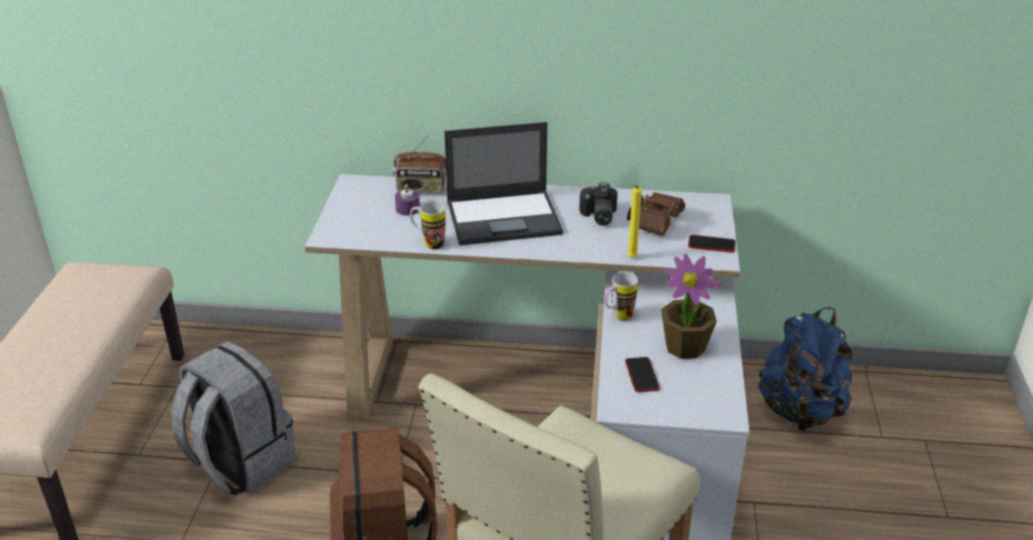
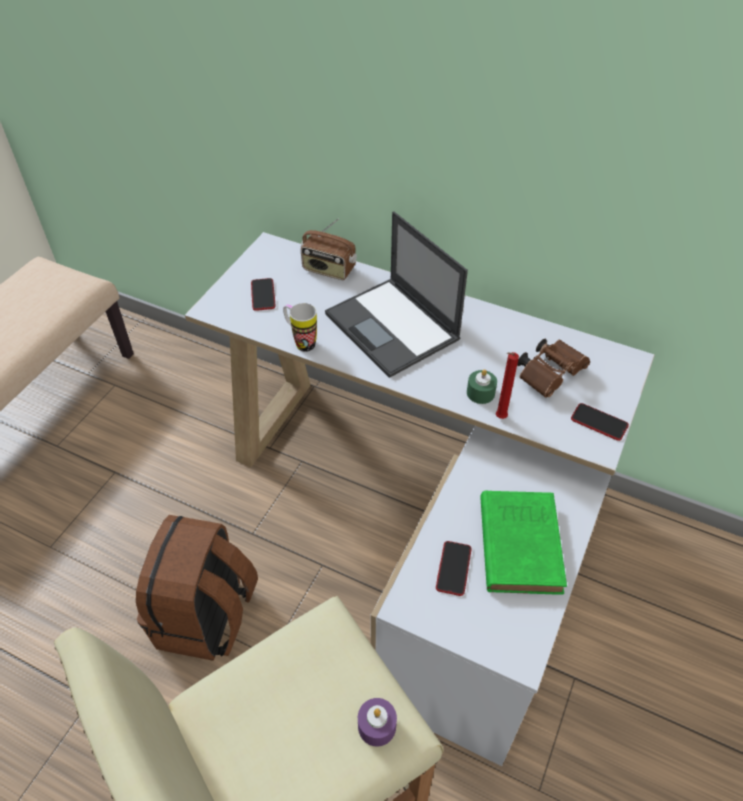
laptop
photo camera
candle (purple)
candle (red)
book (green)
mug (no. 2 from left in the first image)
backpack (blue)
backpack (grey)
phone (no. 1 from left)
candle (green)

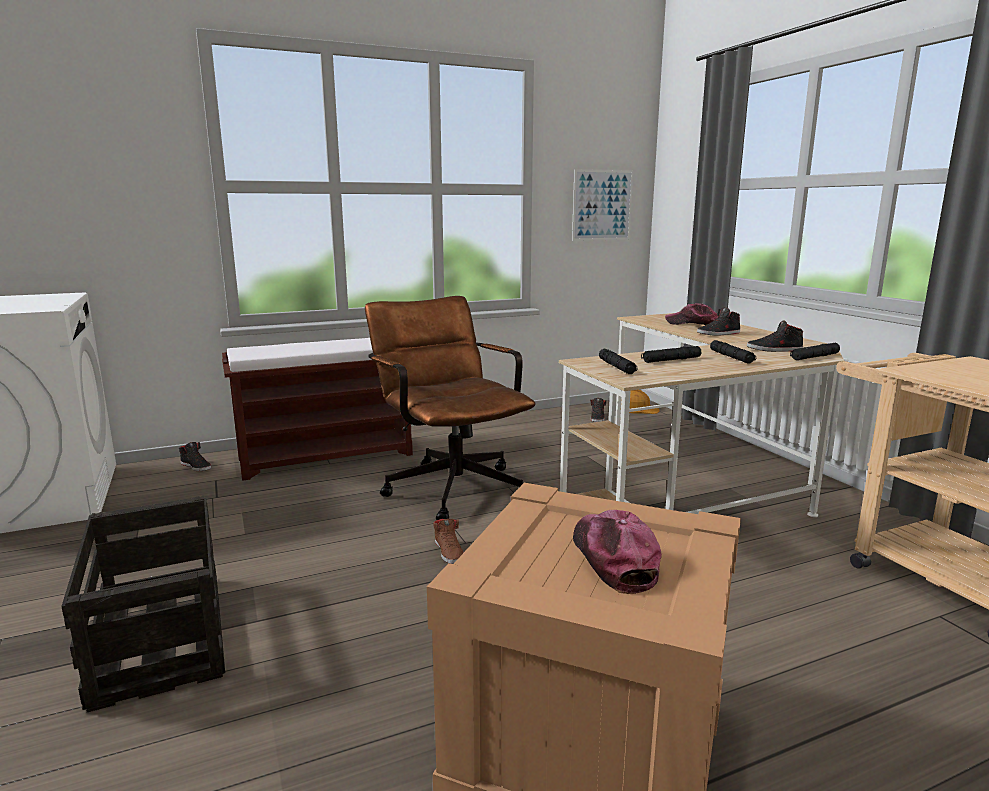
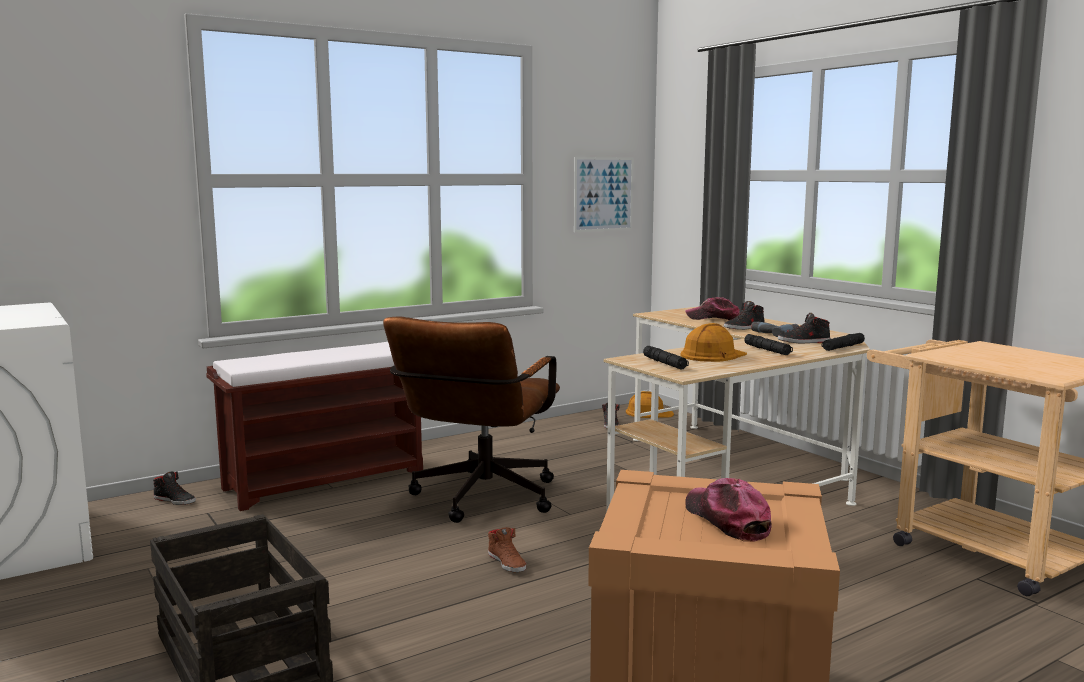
office chair (brown)
hard hat (orange) (no. 2 from left)
power drill

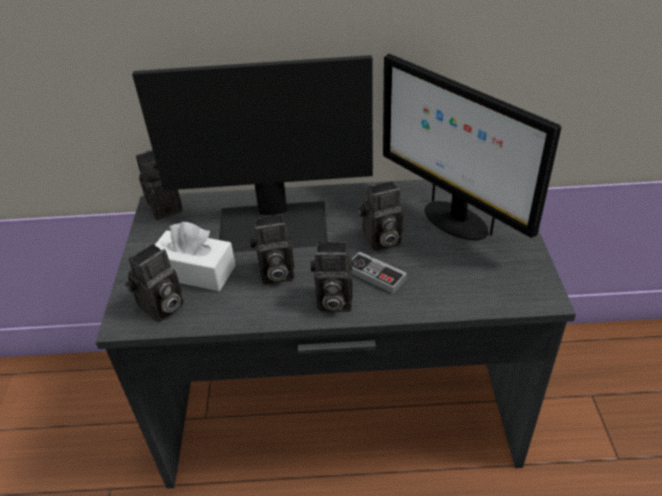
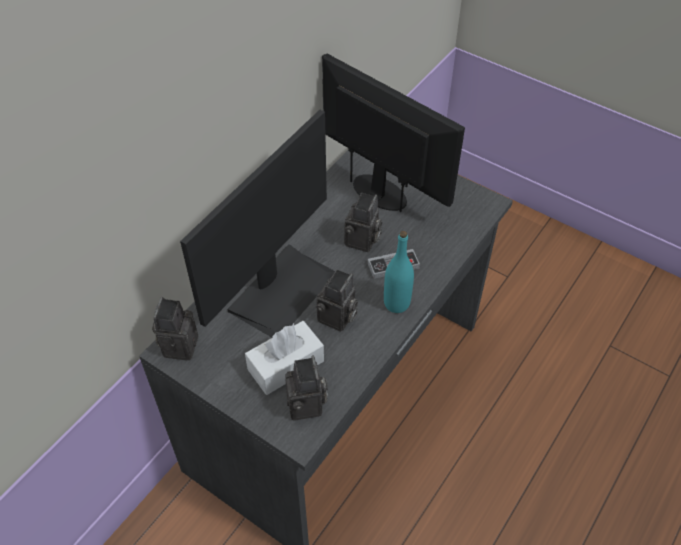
monitor (no. 2 from left)
bottle (turquoise)

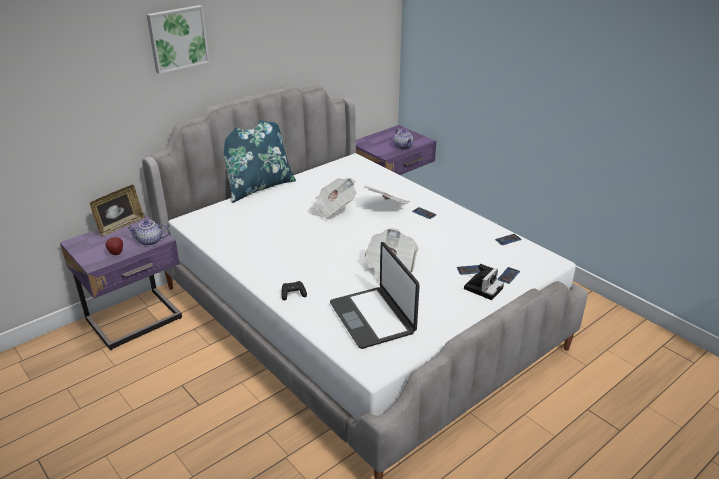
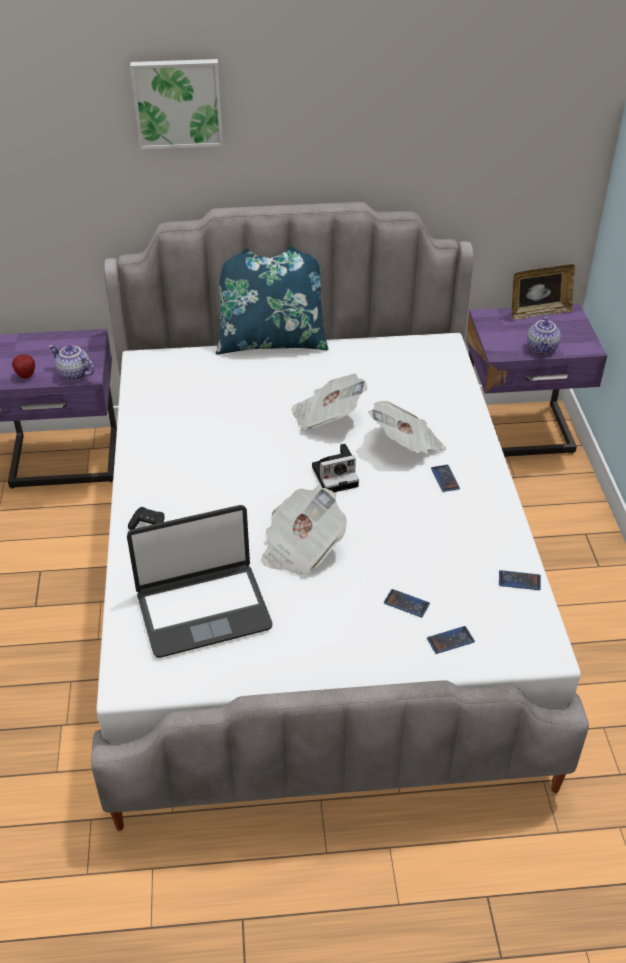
picture frame
laptop
photo camera

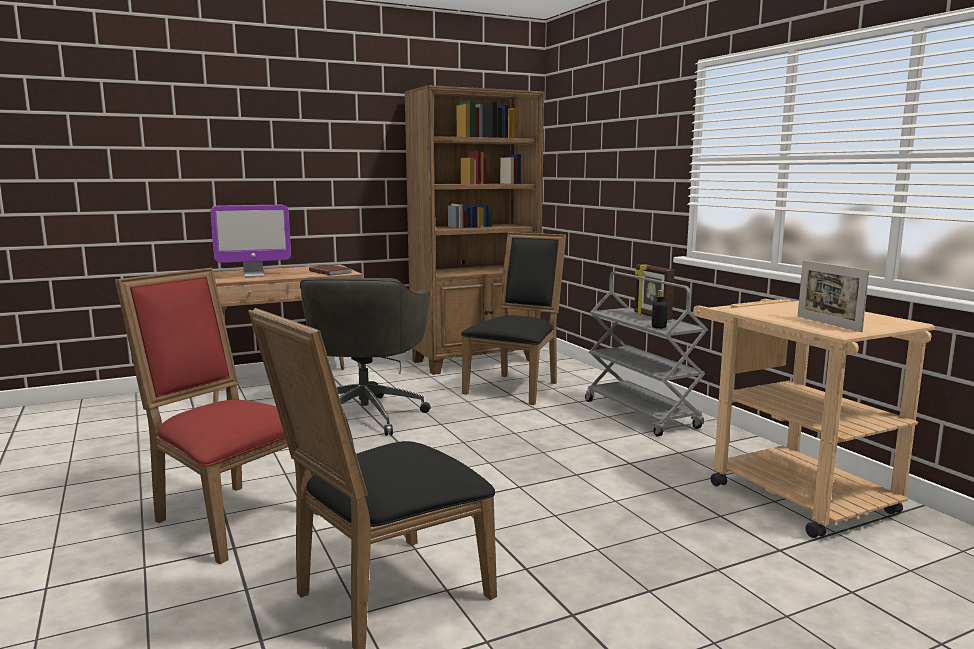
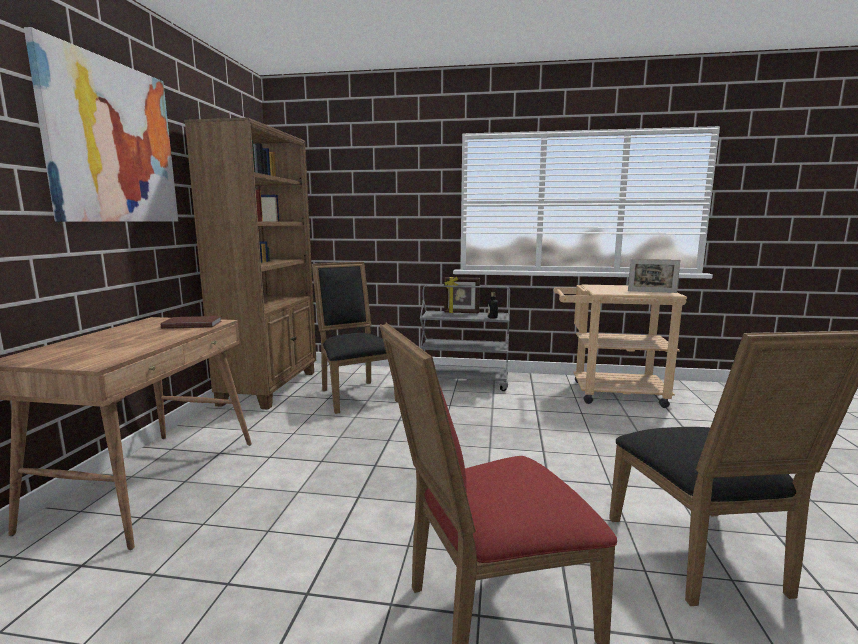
monitor
office chair (grey)
picture

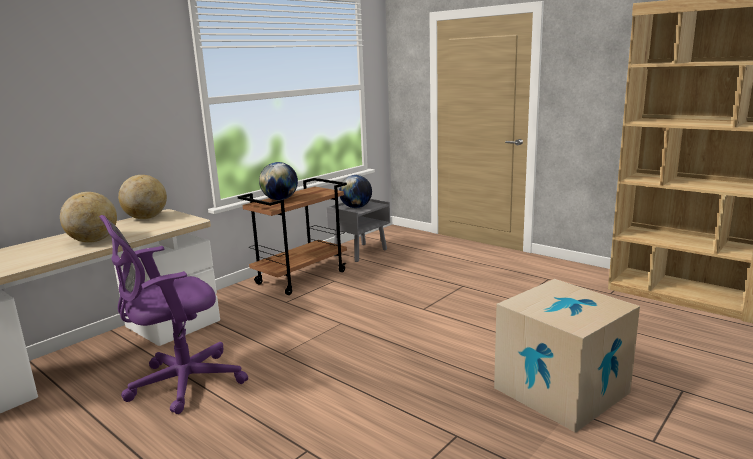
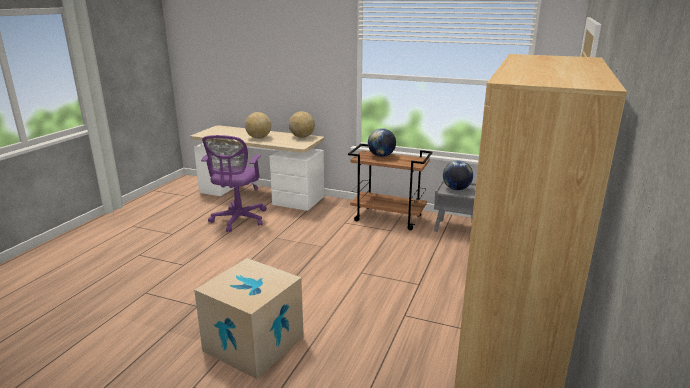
office chair (purple)

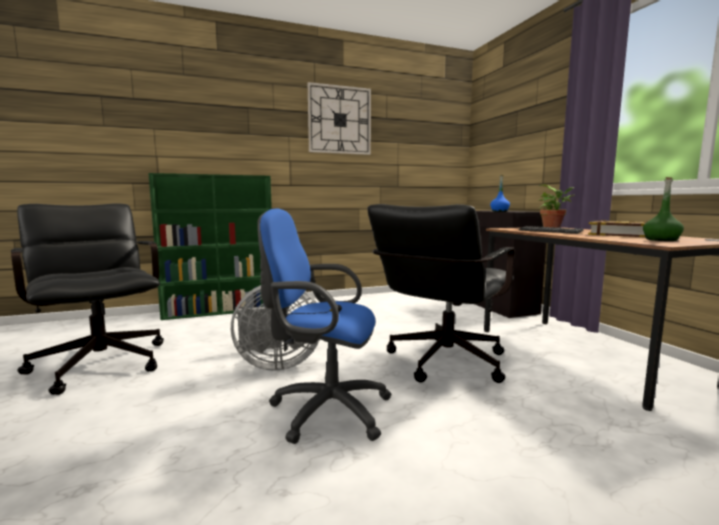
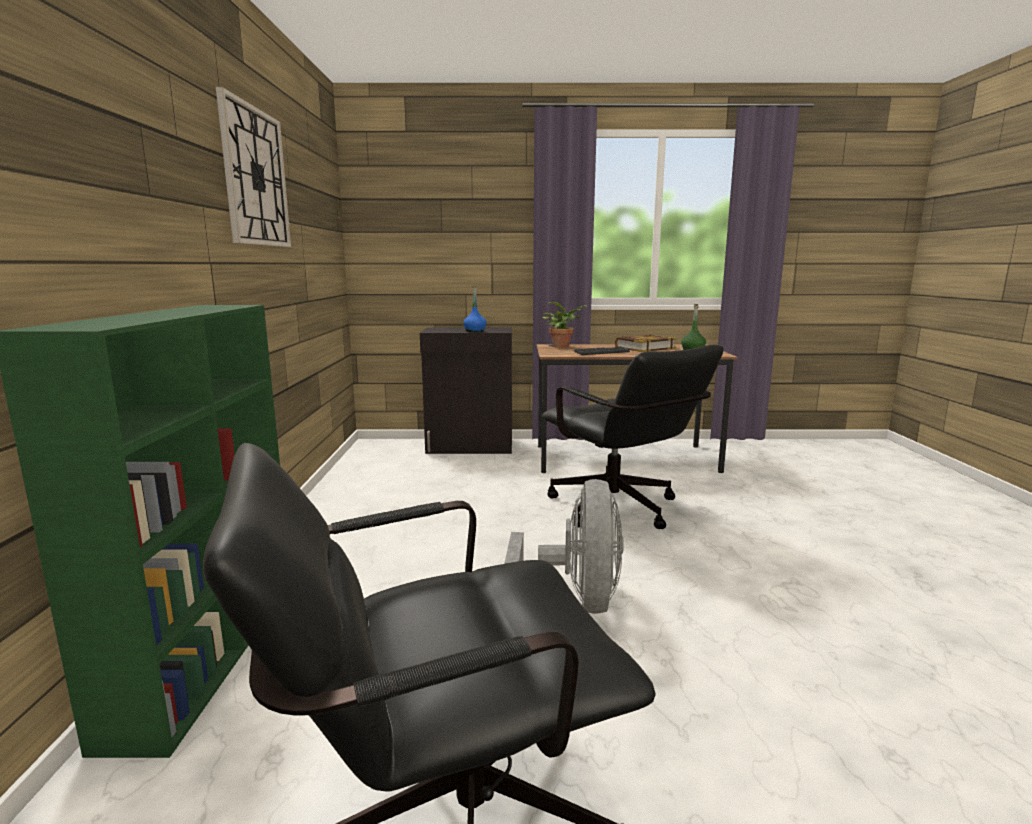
office chair (blue)

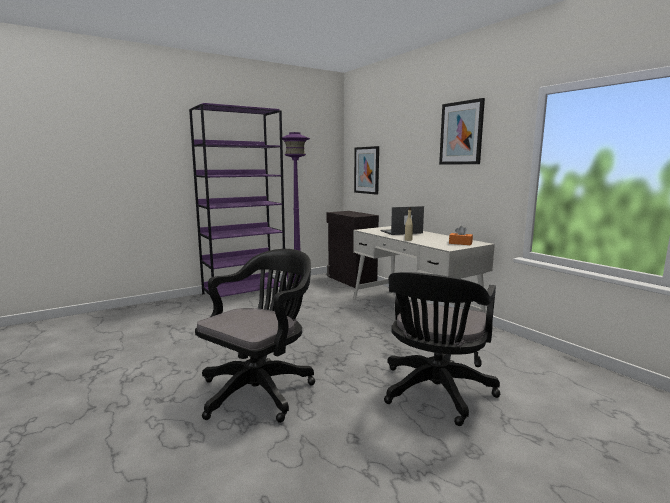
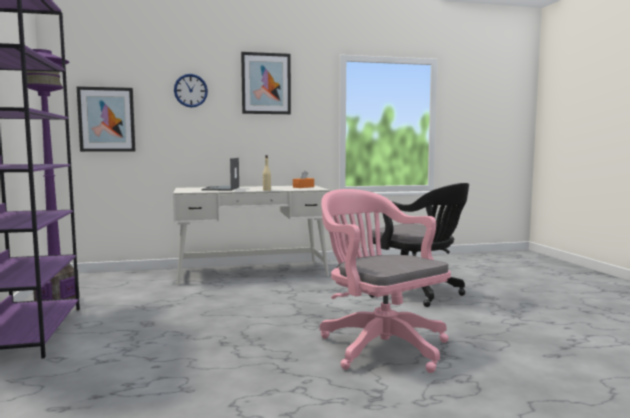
cabinet (black)
office chair (pink)
wall clock

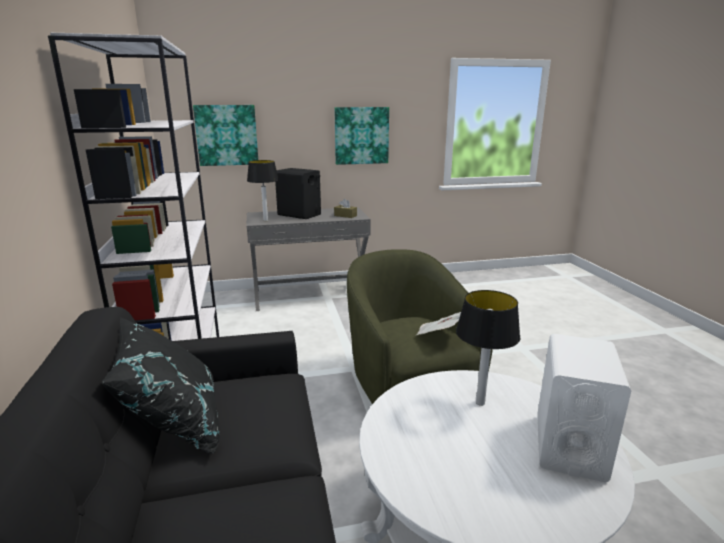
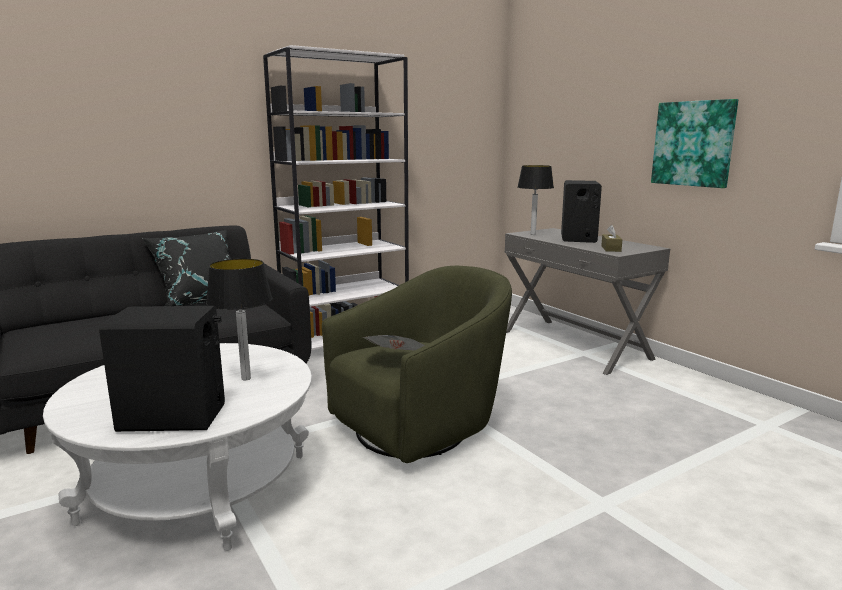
picture (no. 1 from left in the first image)
speaker (black) (no. 1 from left)

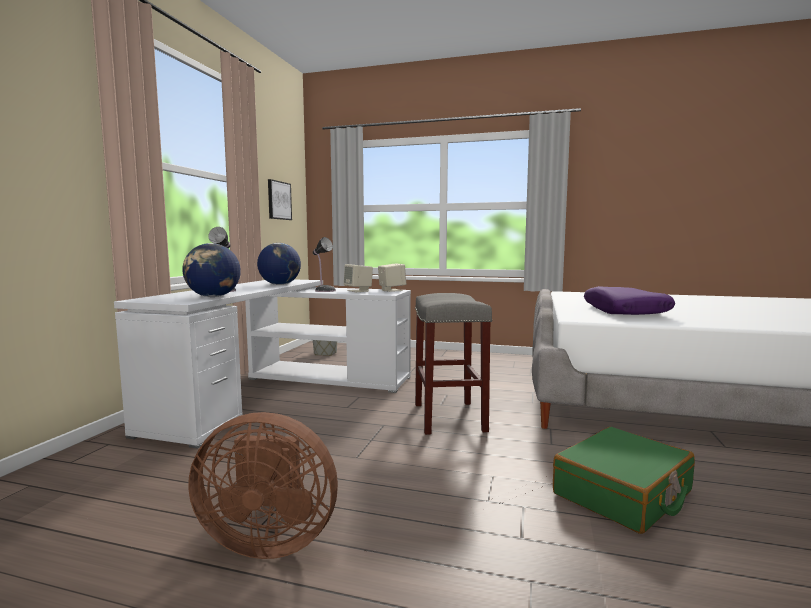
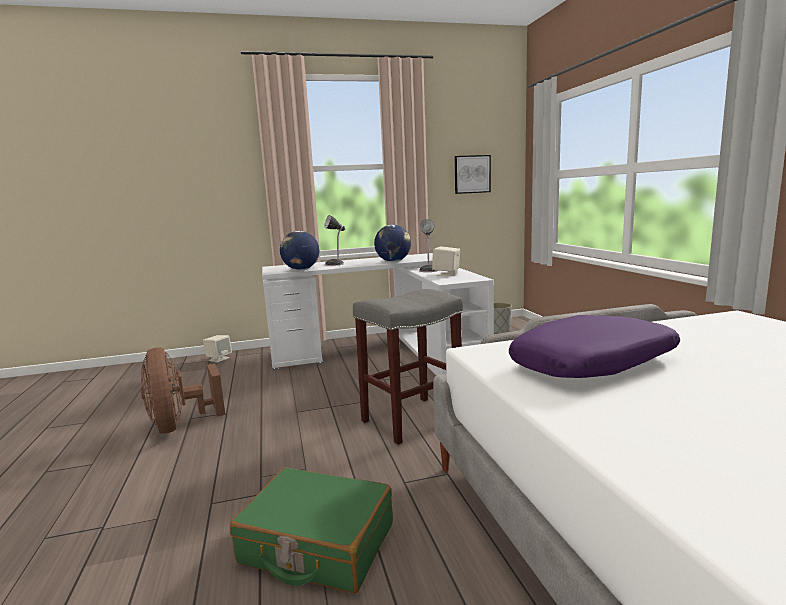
speaker (beige) (no. 1 from left)

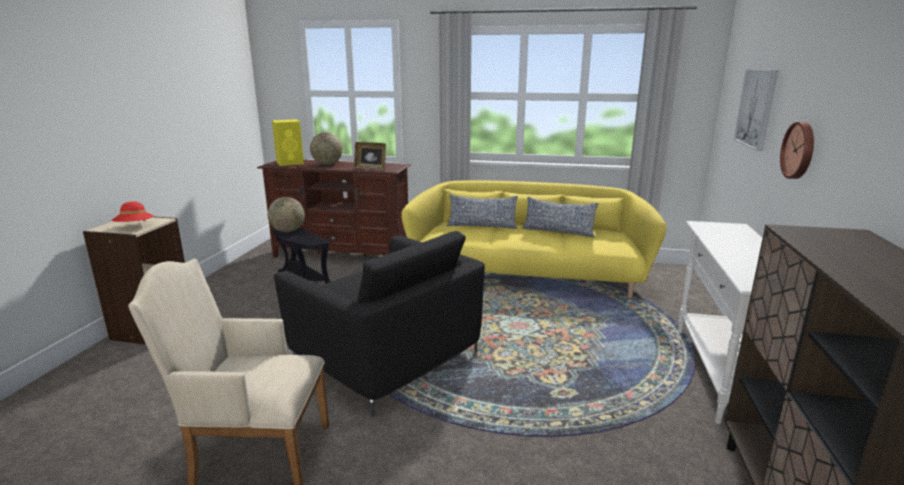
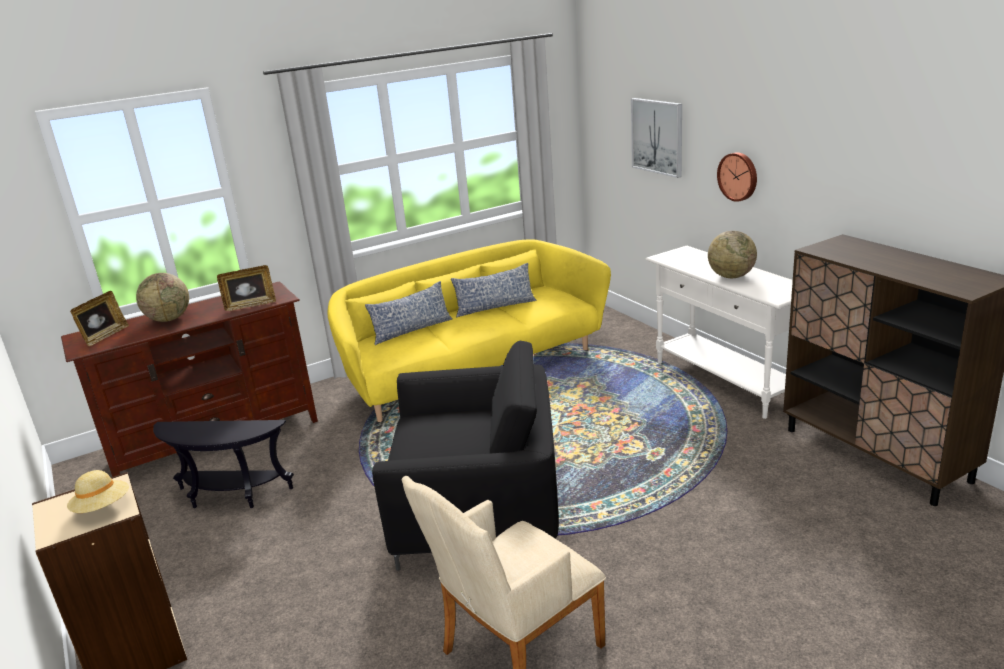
picture frame (no. 1 from left)
globe (no. 2 from left)
hat (beige)

